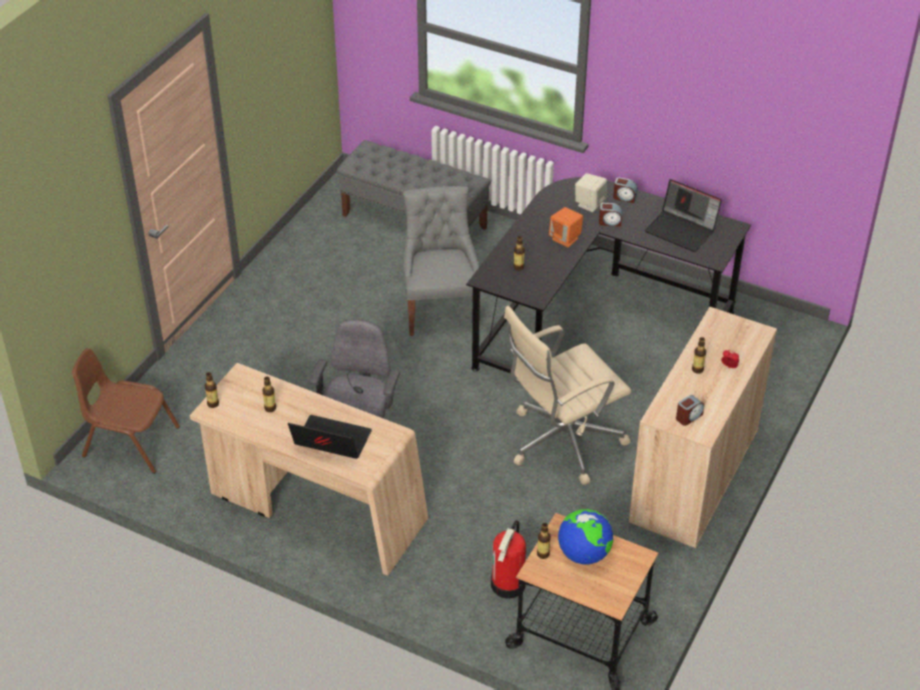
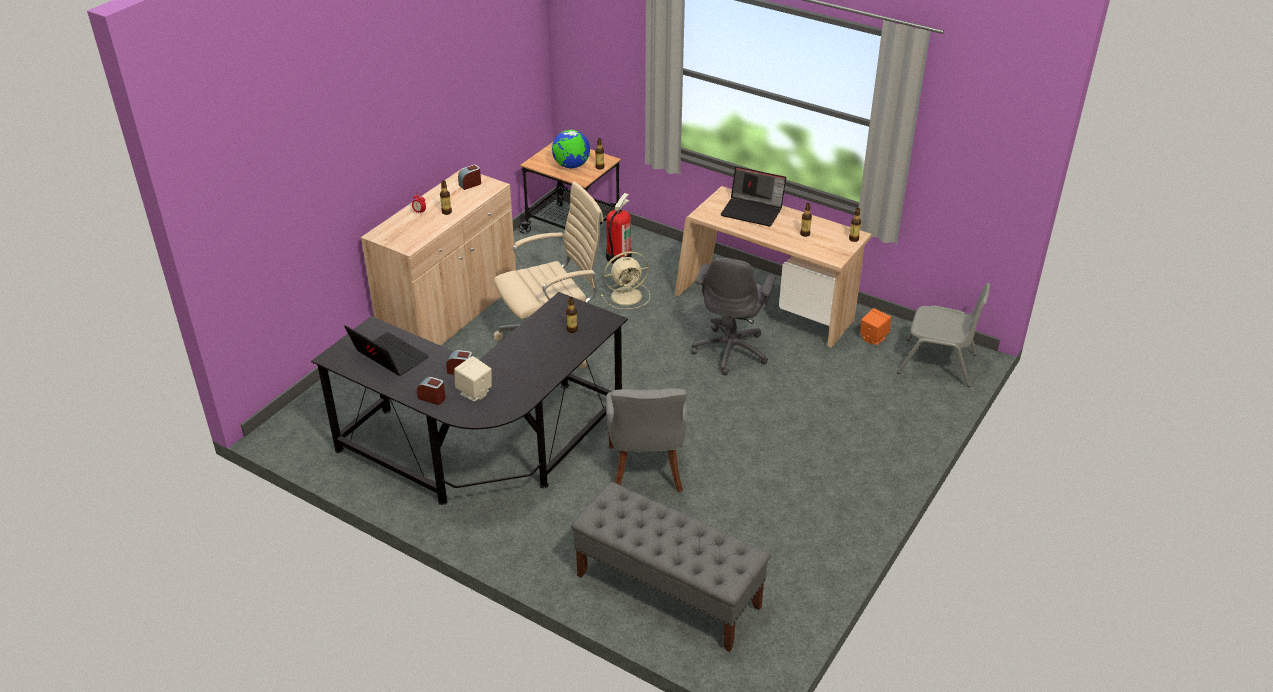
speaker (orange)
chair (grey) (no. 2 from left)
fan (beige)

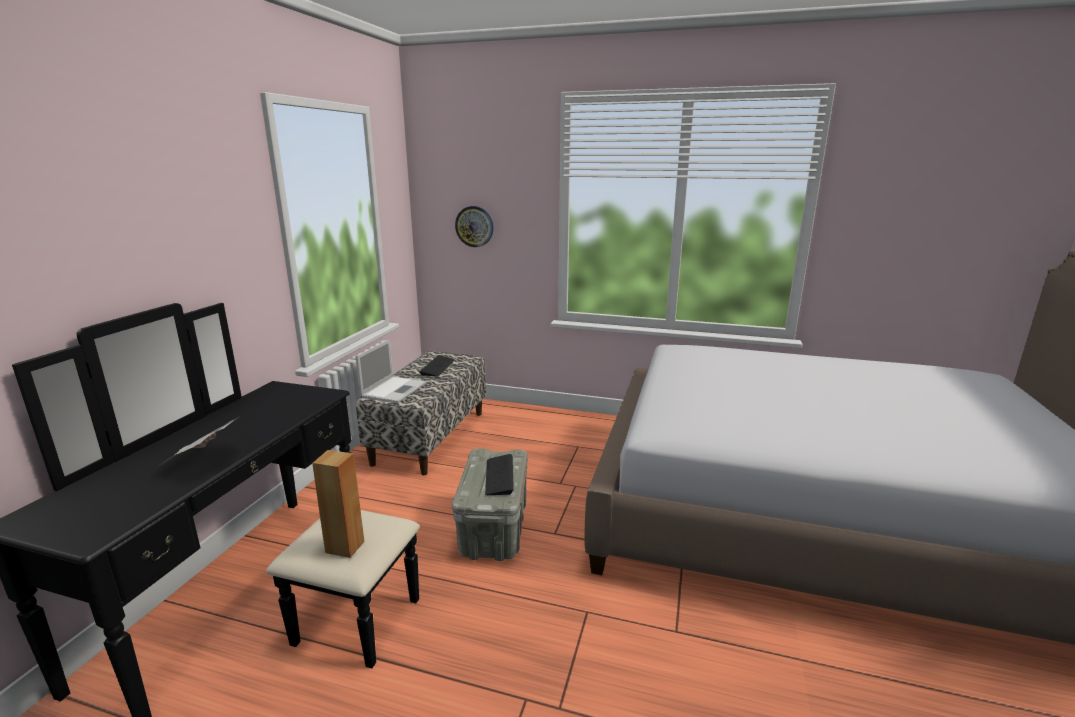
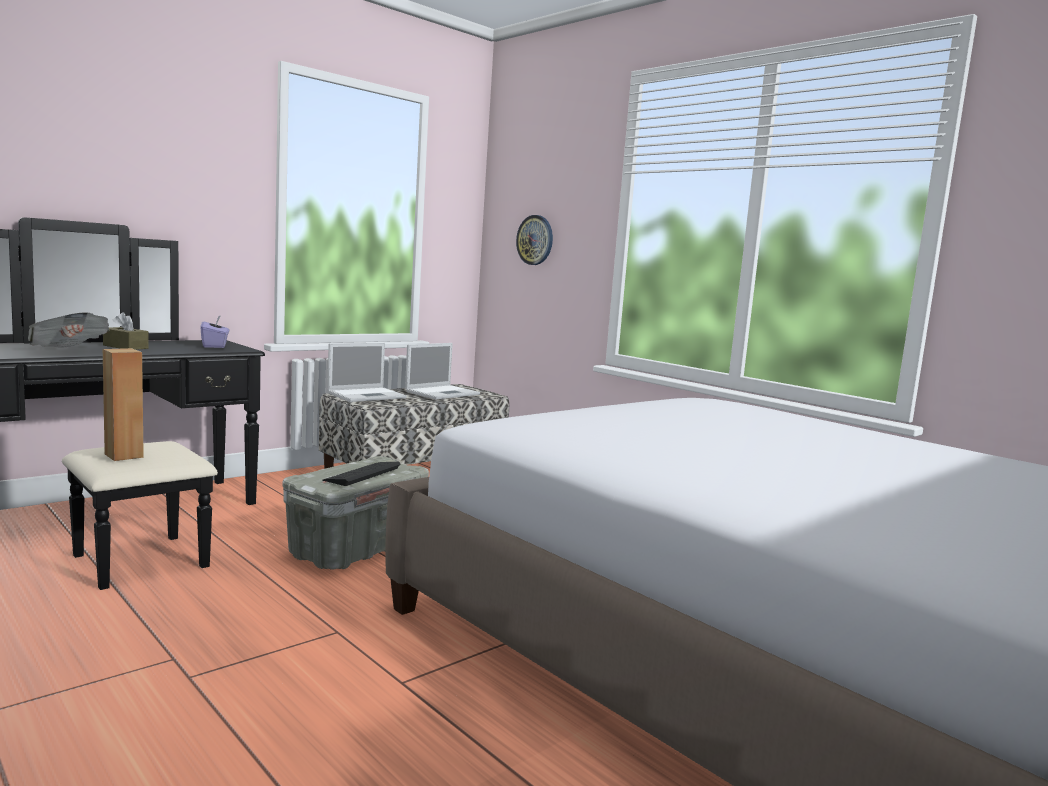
laptop (no. 2 from left)
tissue box (brown)
tissue box (purple)

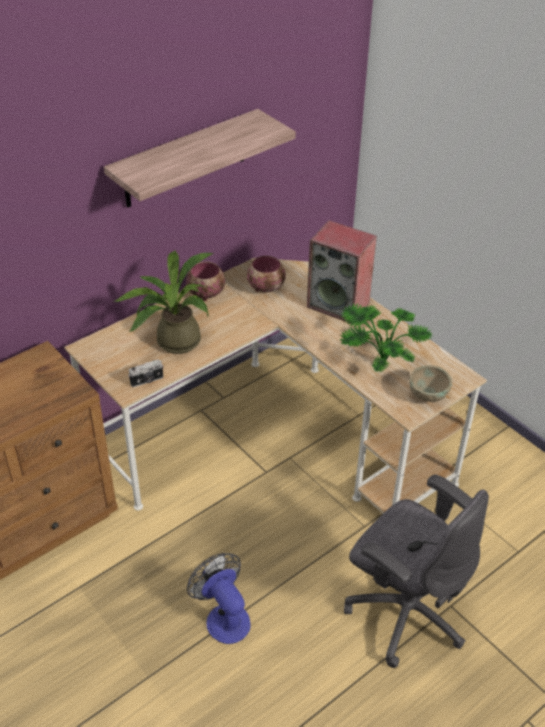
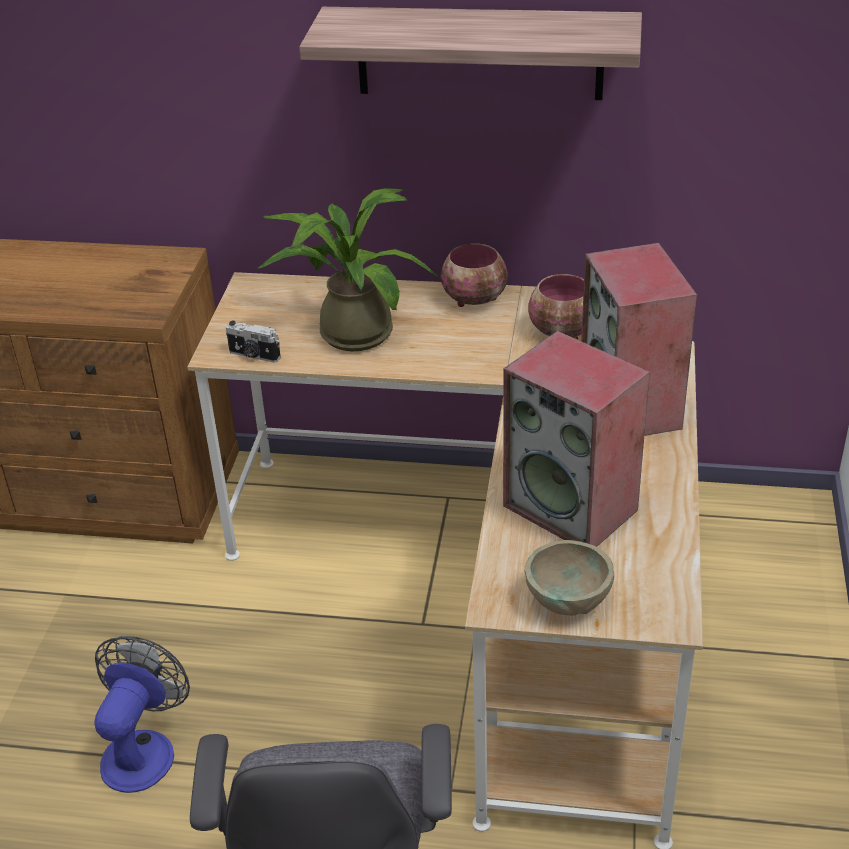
speaker (no. 1 from left)

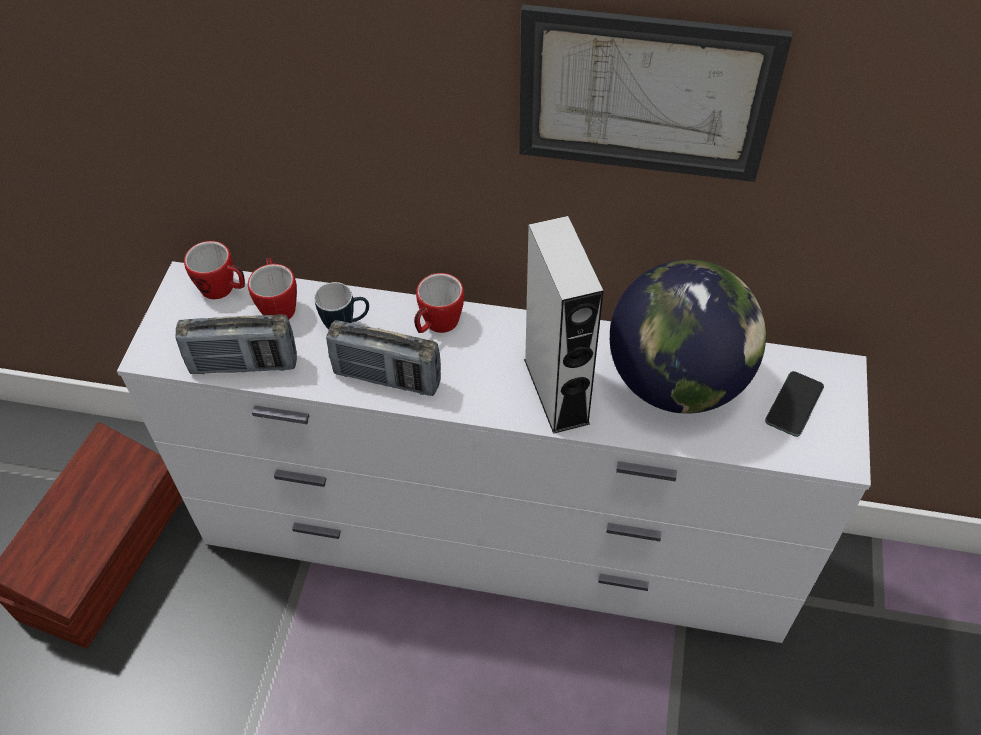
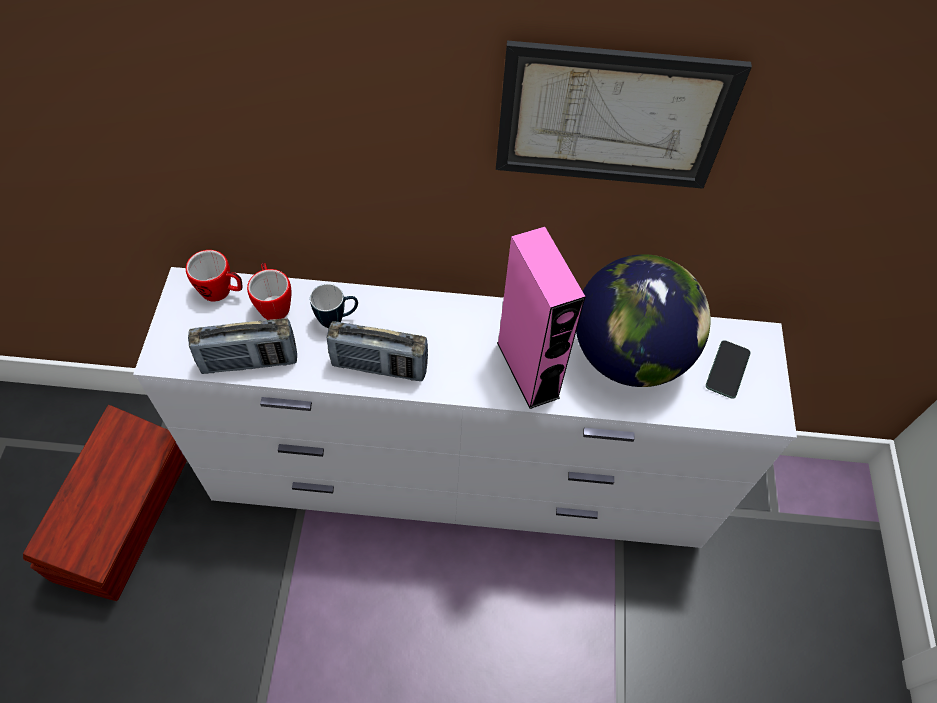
speaker (pink)
mug (no. 4 from left in the first image)

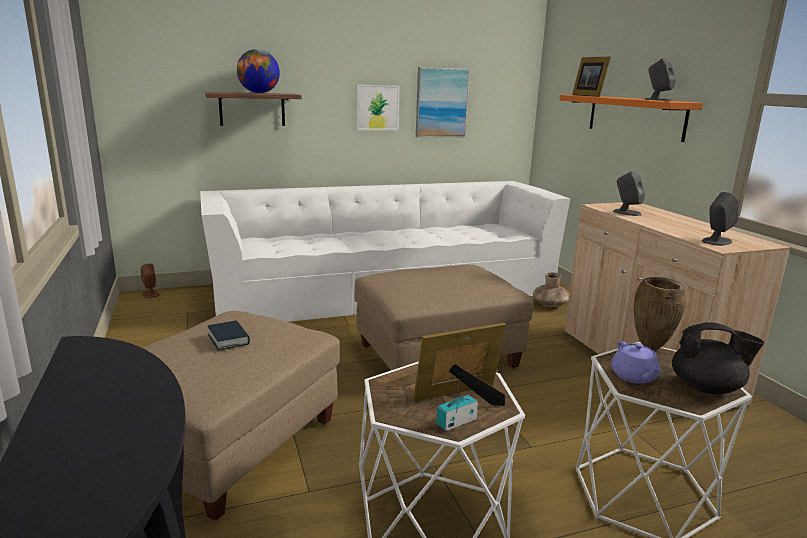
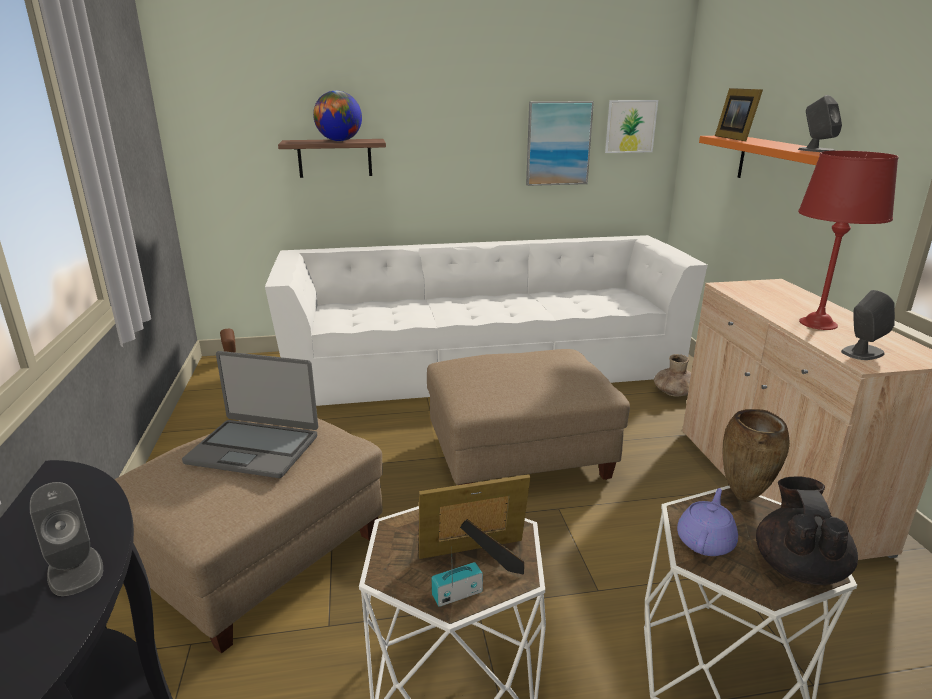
picture (no. 2 from left)
speaker (grey) (no. 1 from left)
laptop
teapot (black)
teapot (purple)
table lamp (red)

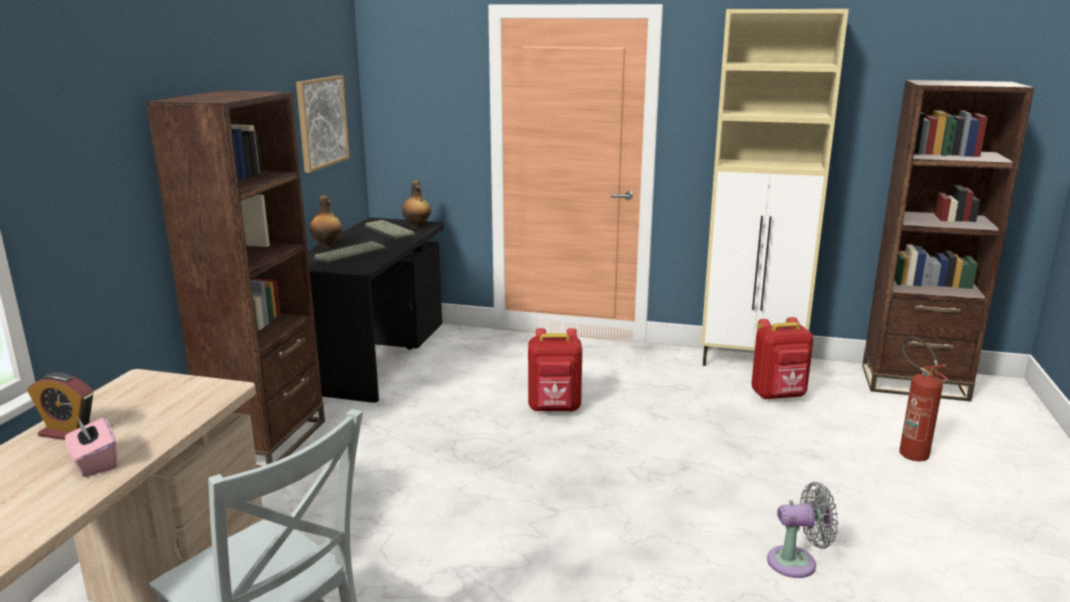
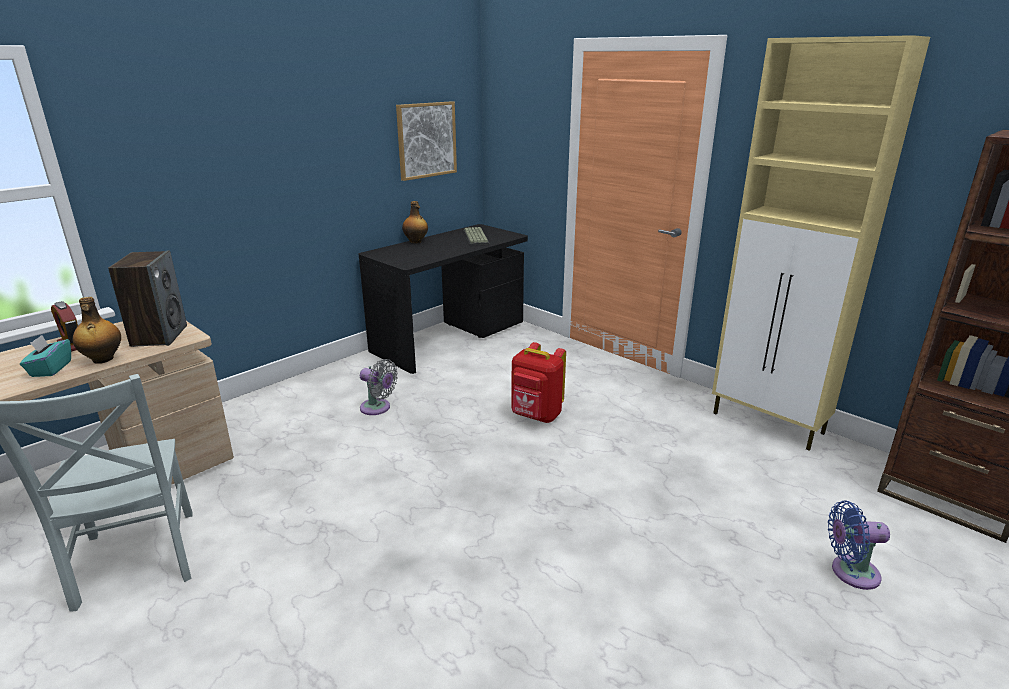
bookcase (brown) (no. 1 from left in the first image)
bottle (no. 1 from left)
keyboard (no. 1 from left in the first image)
backpack (red) (no. 2 from left in the first image)
fan (blue)
tissue box (turquoise)
fan (grey)
speaker

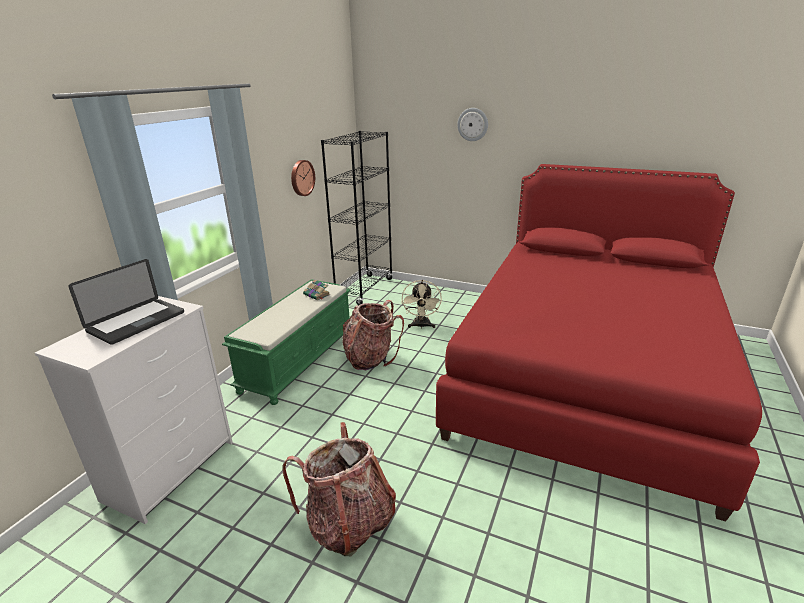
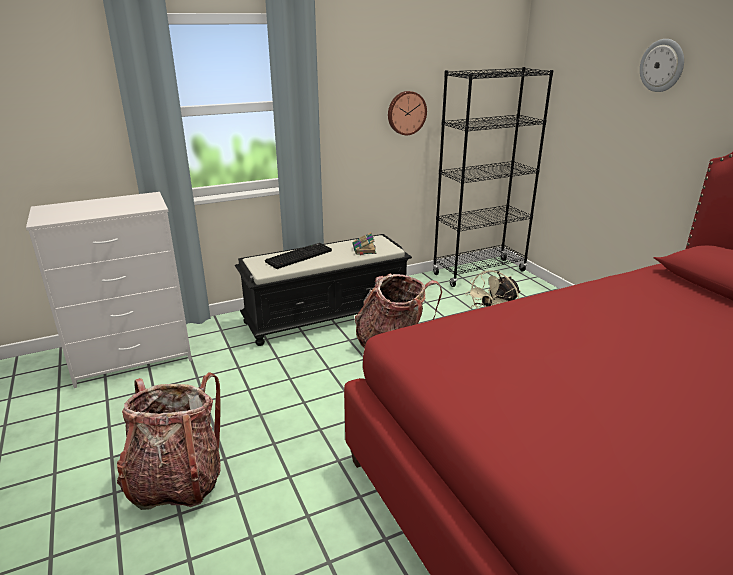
laptop
bench (black)
keyboard

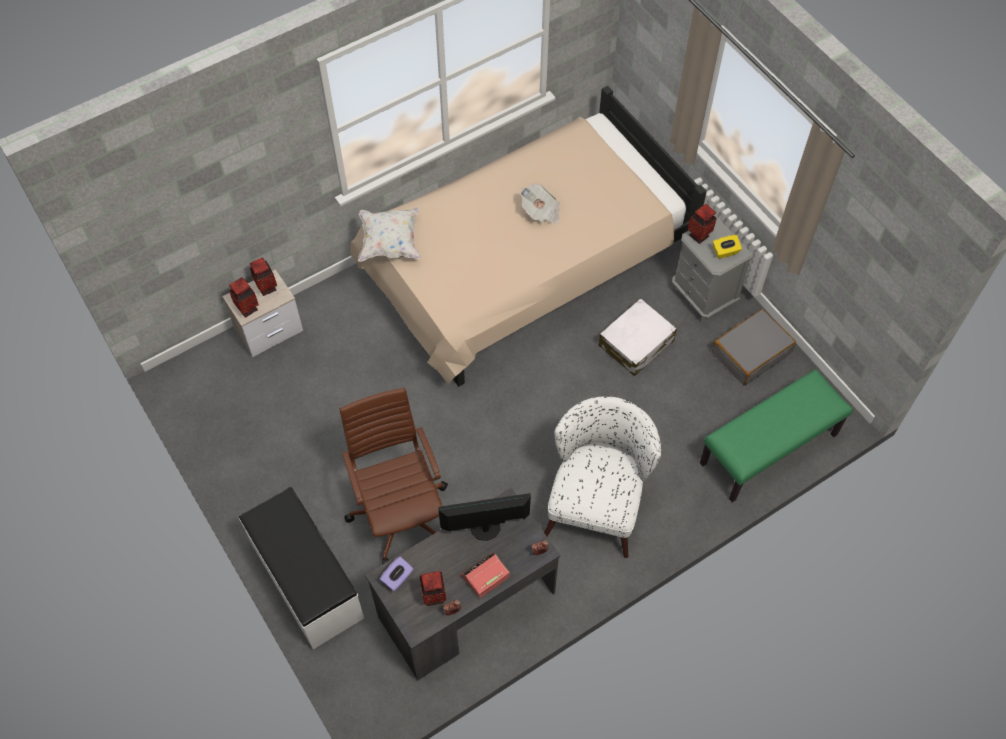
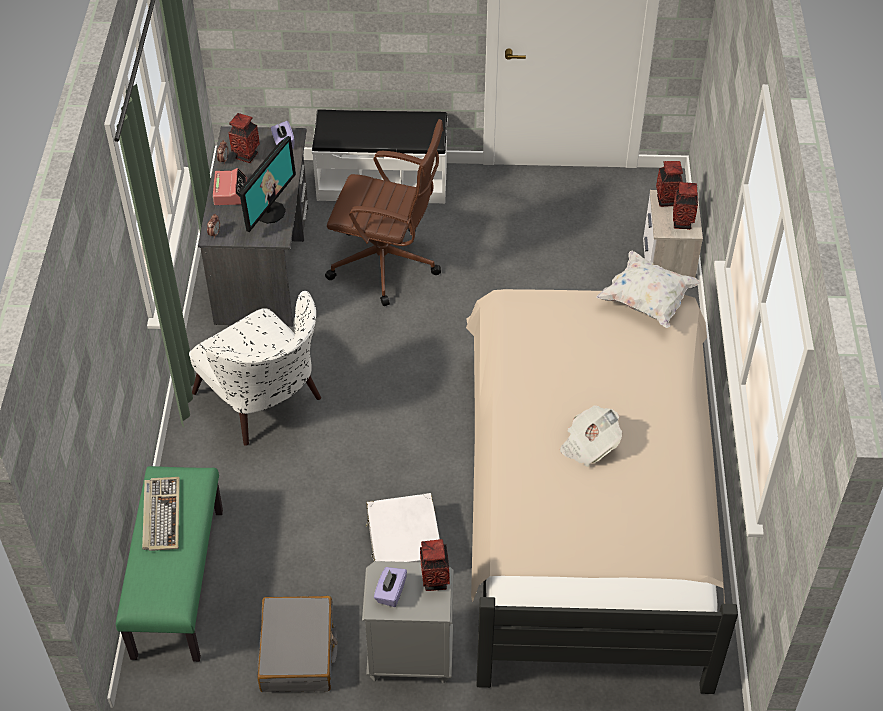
tissue box (purple) (no. 2 from left)
keyboard

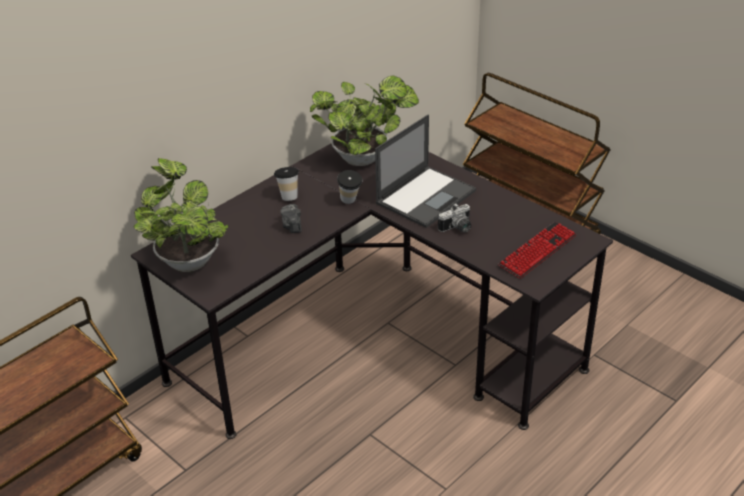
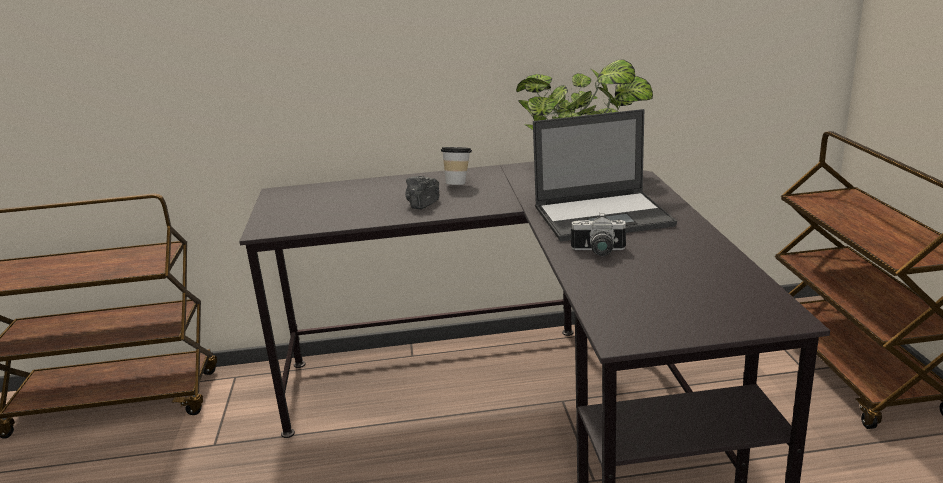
potted plant (no. 1 from left in the first image)
cup (no. 2 from left in the first image)
keyboard

